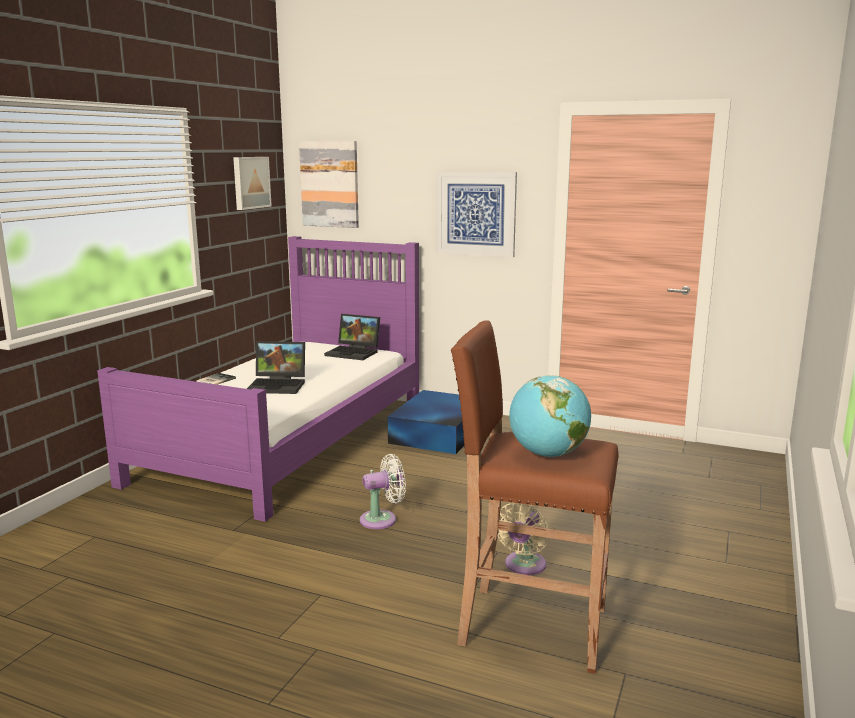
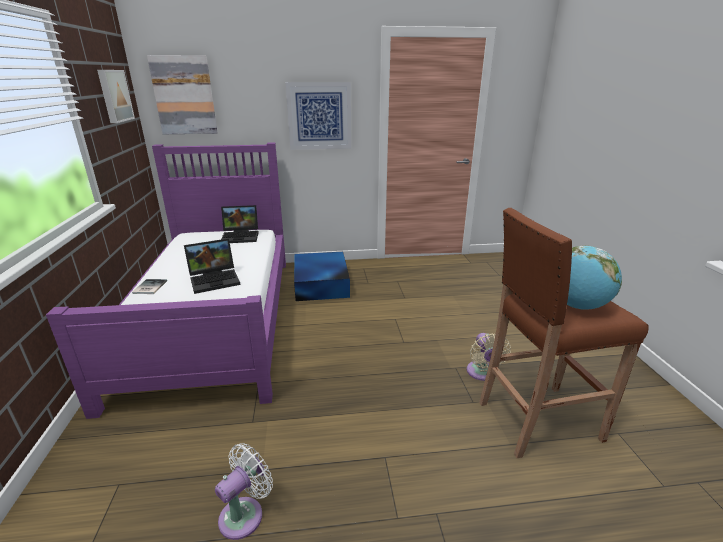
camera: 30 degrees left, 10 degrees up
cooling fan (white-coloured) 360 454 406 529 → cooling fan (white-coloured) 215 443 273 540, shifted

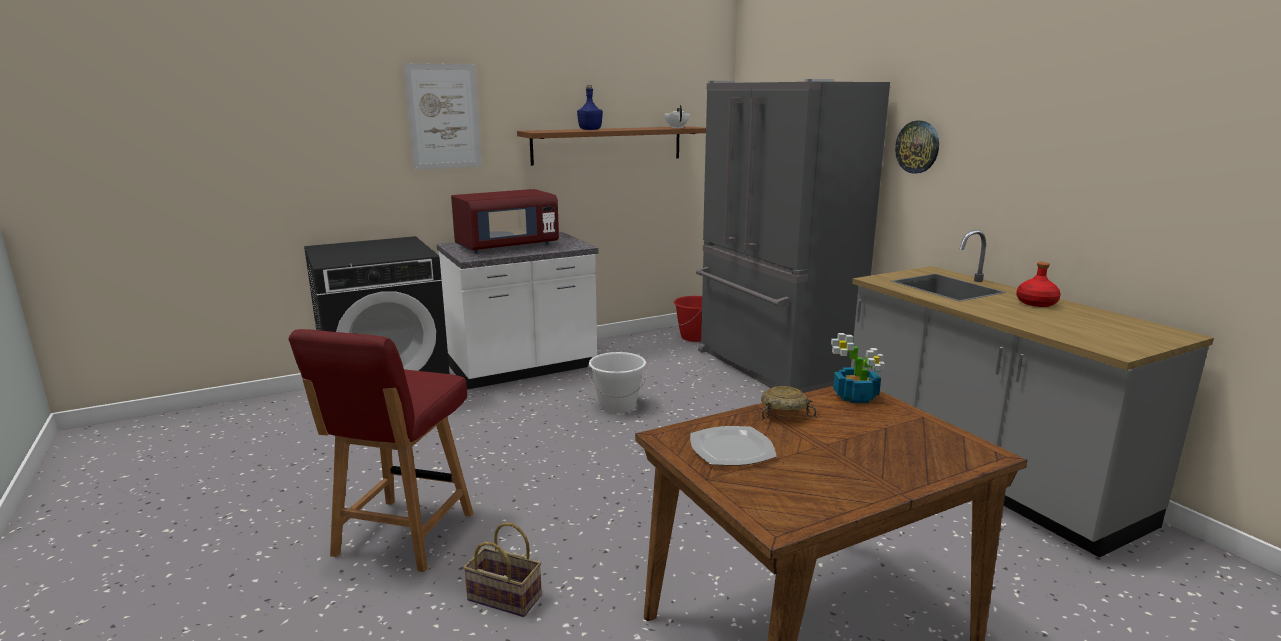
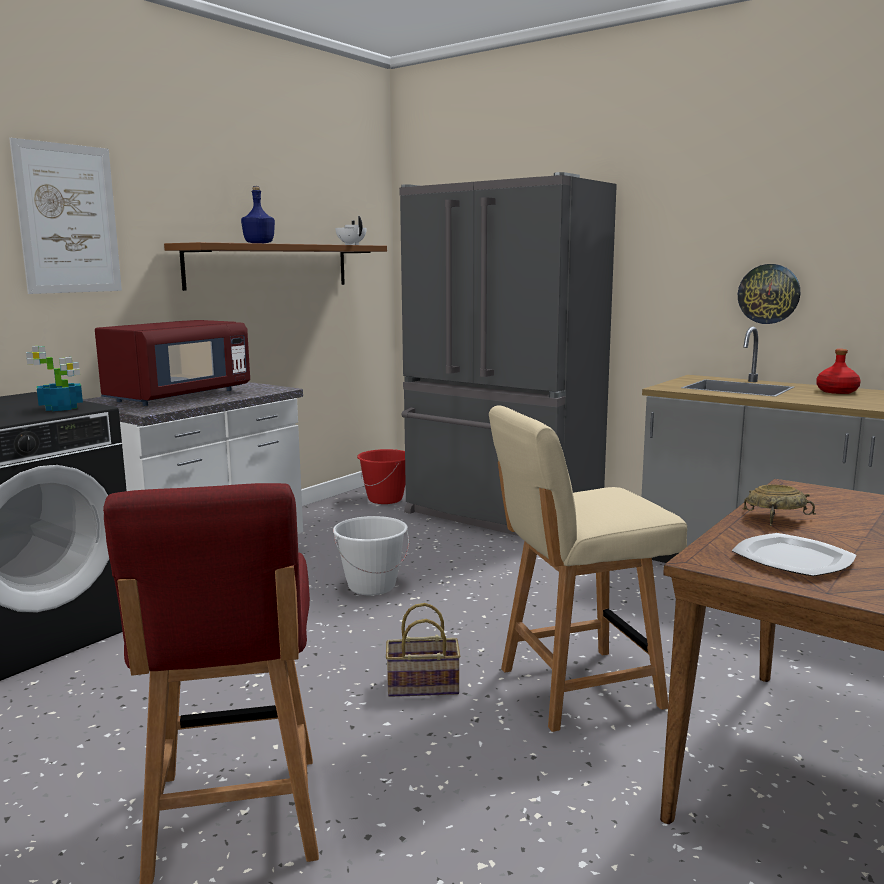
camera: 25 degrees left, 5 degrees down
plant in a pot 831 333 885 403 → plant in a pot 26 346 83 411, shifted
basket 463 522 542 617 → basket 386 603 460 697, shifted
- → upright chair (beige) 489 405 687 732
clock on the wall 895 121 939 174 → clock on the wall 738 264 800 324, shifted

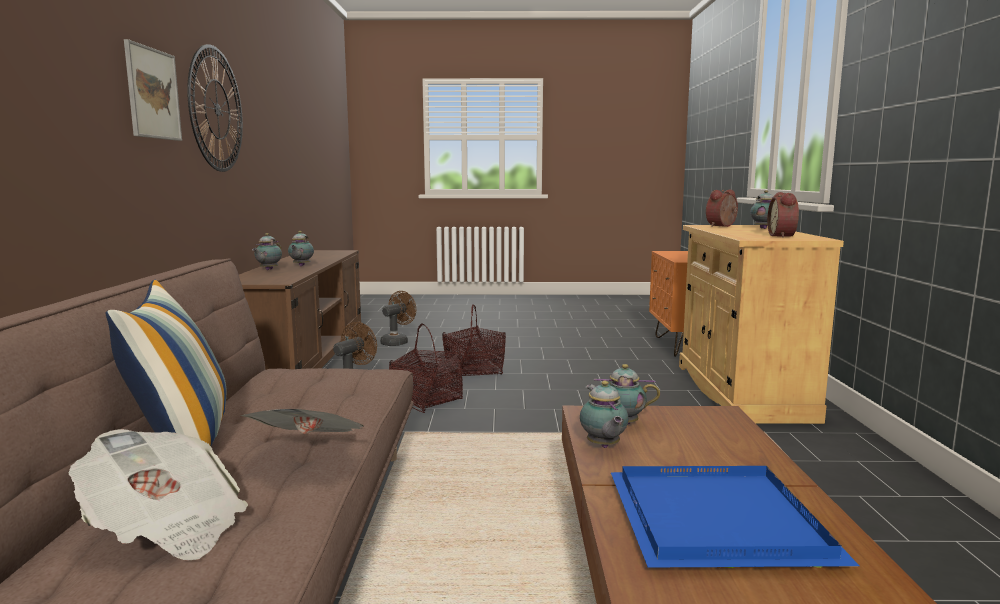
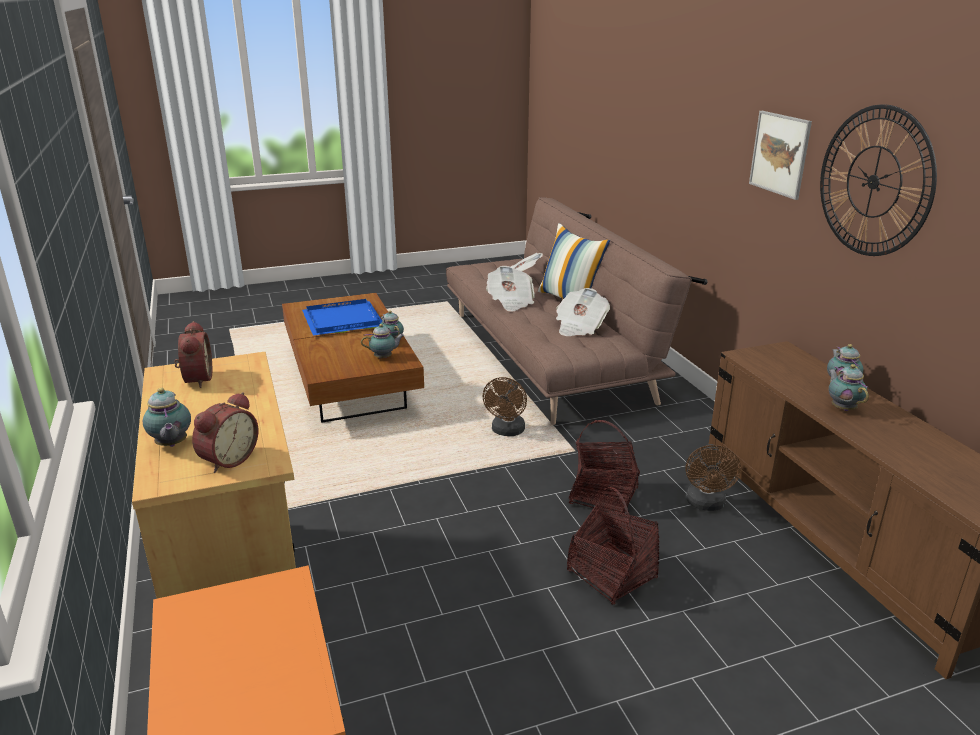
camera: 160 degrees right, 15 degrees up
cooling fan (brown-coloured) 380 291 416 346 → cooling fan (brown-coloured) 483 377 527 436, shifted
- → printed paper 556 288 610 336

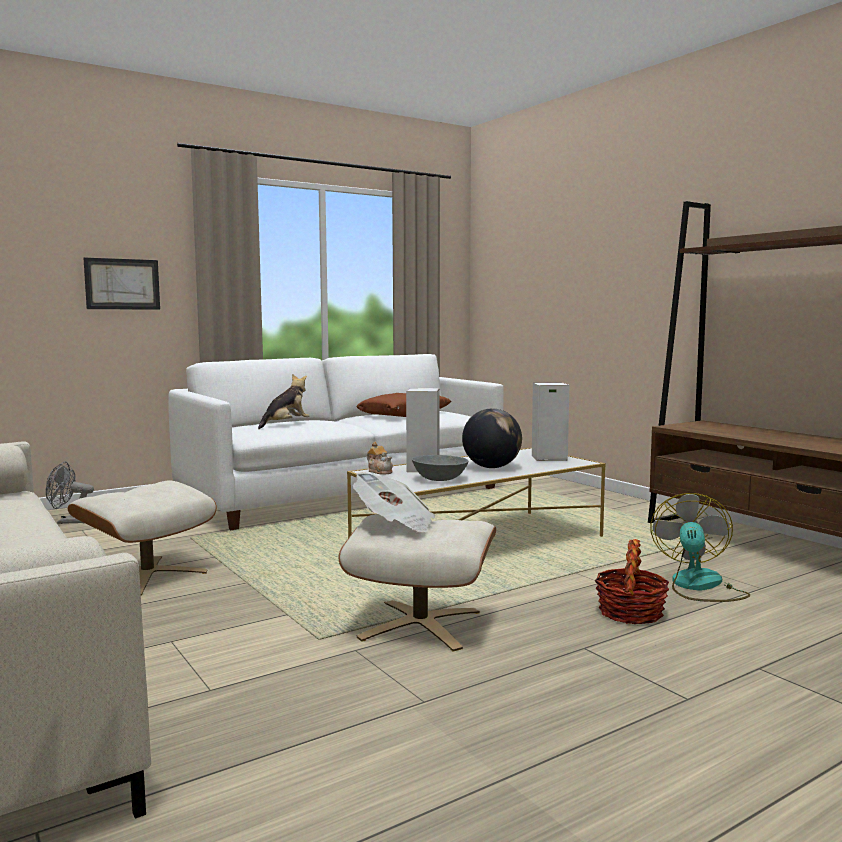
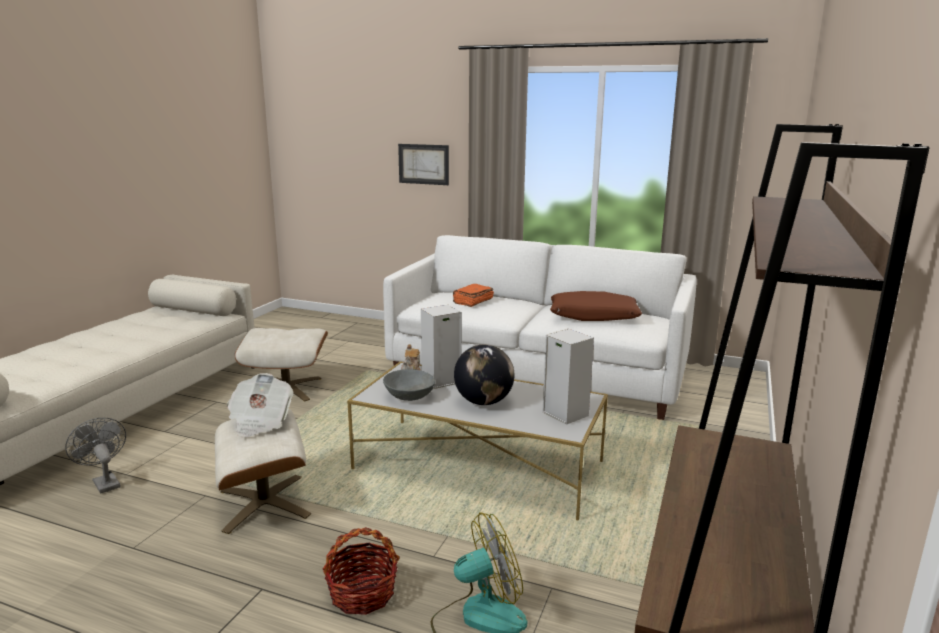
camera: 55 degrees right, 10 degrees up
cooling fan (greyish) 46 461 94 524 → cooling fan (greyish) 65 418 126 494, shifted
plush toy 258 374 309 429 → volume (orange-coloured) 453 284 494 307

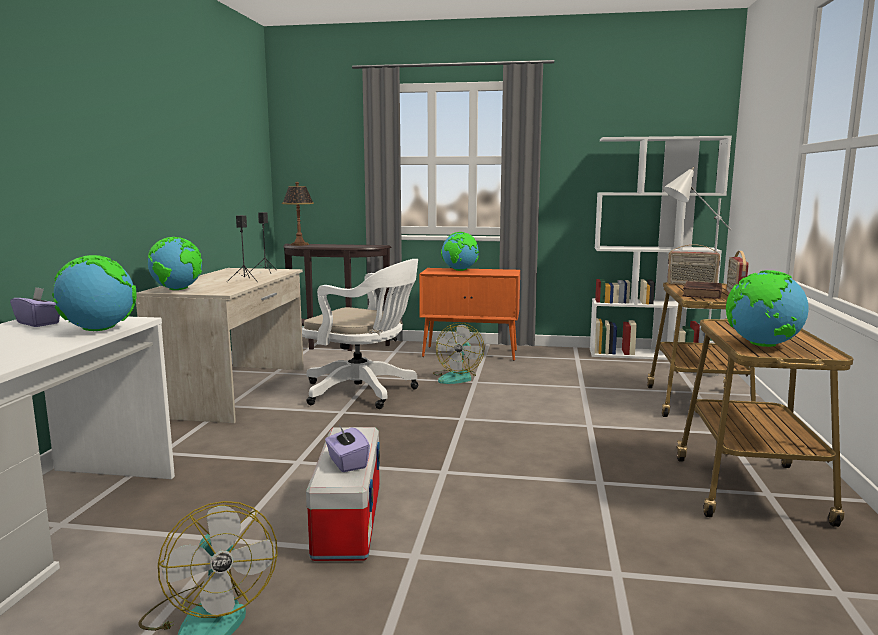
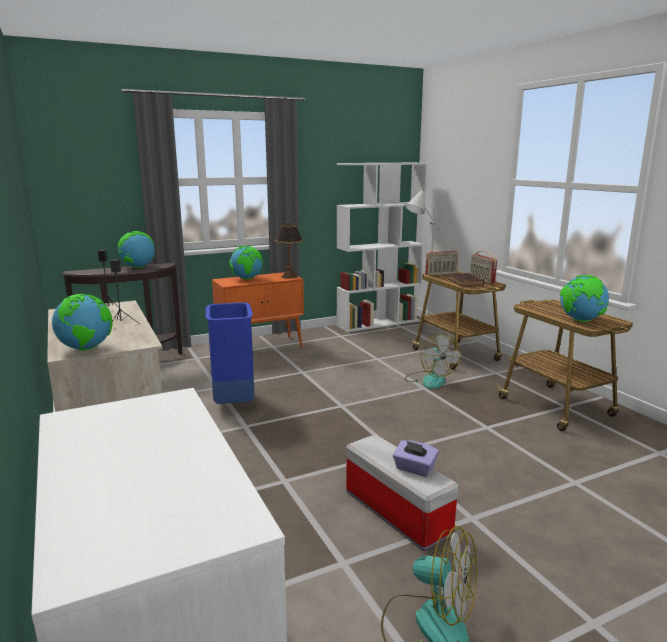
camera: 35 degrees left, 5 degrees up
world globe 52 255 137 331 → world globe 117 231 155 268, shifted
desk chair (white-coloured) 302 259 418 409 → trash can (bluish) 206 302 254 404
table lamp 282 182 314 246 → table lamp 275 222 303 279, shifted
cooling fan 433 323 485 384 → cooling fan 404 334 460 389, shifted
box of tissues (purplish) 10 287 60 327 → -

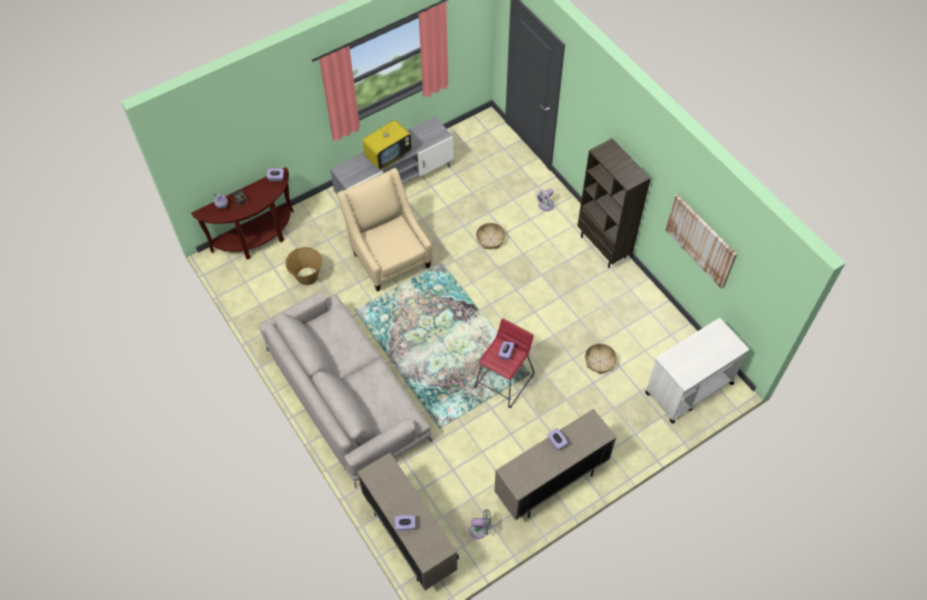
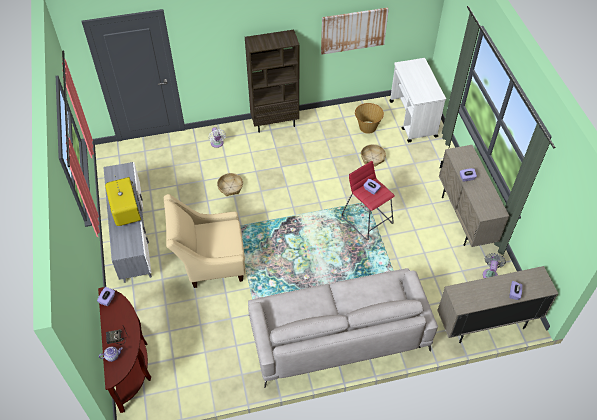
camera: 70 degrees left, 5 degrees down
basket 285 247 322 285 → basket 355 103 384 134, shifted

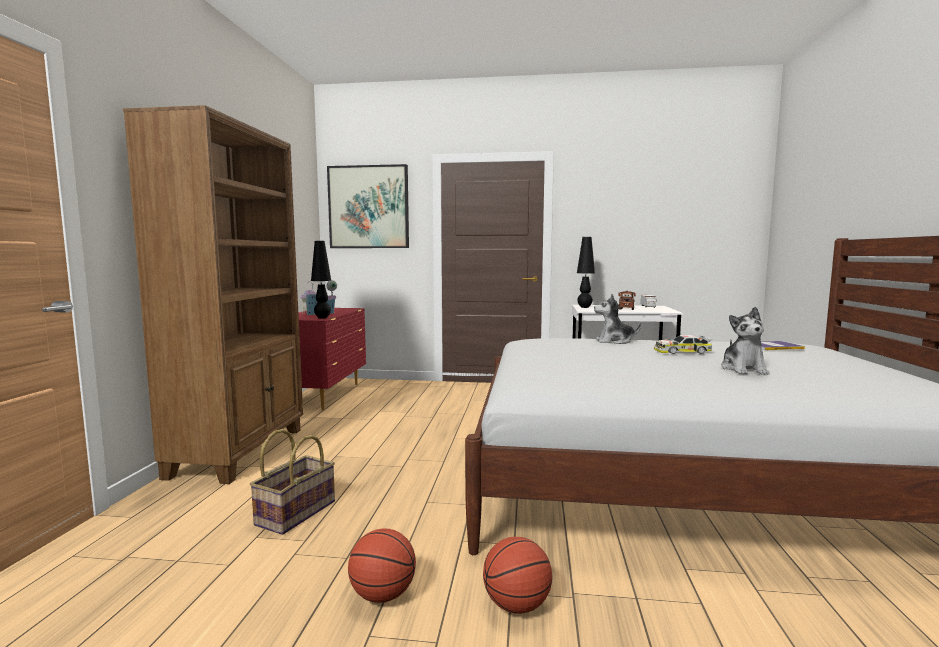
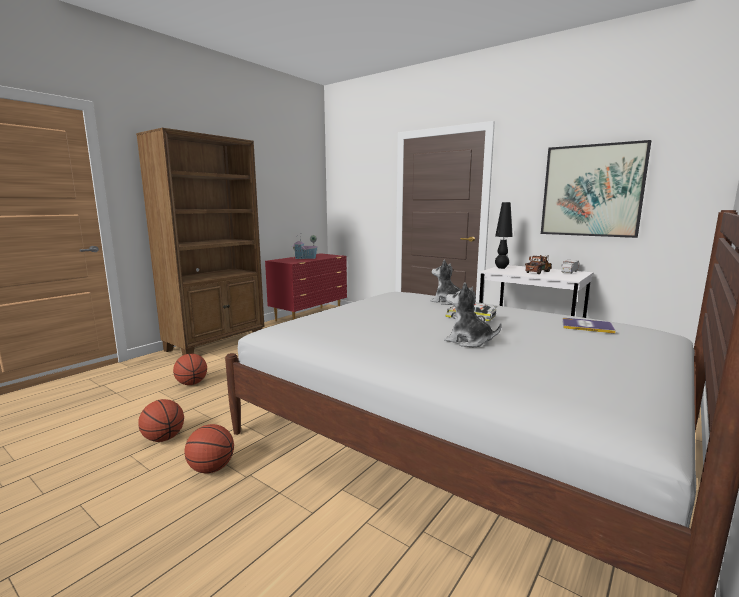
camera: 30 degrees right, 5 degrees up
basket 250 429 335 535 → basketball ball 173 354 207 385
plush toy 721 307 770 375 → plush toy 444 282 502 347, 90 degrees clockwise
wall art 327 164 409 248 → wall art 541 140 651 238, shifted
table lamp (black) 311 241 331 319 → -

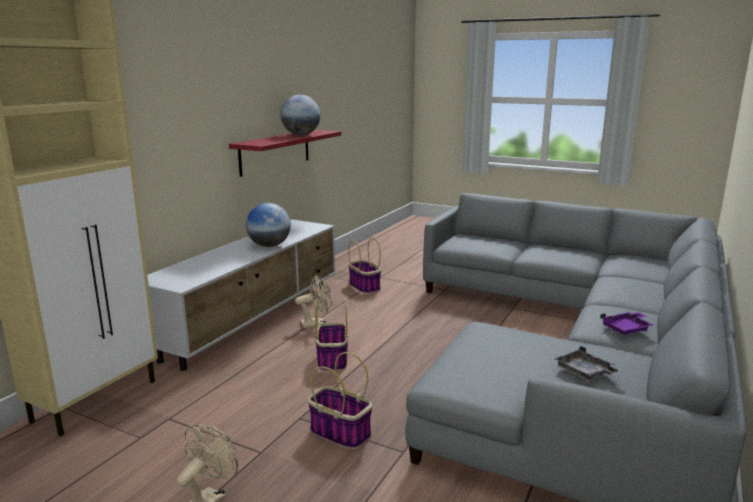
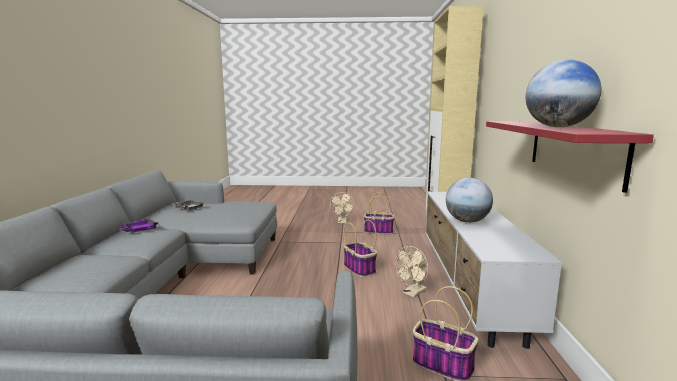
camera: 155 degrees right, 5 degrees down
basket 308 352 372 450 → basket 364 192 394 235, shifted

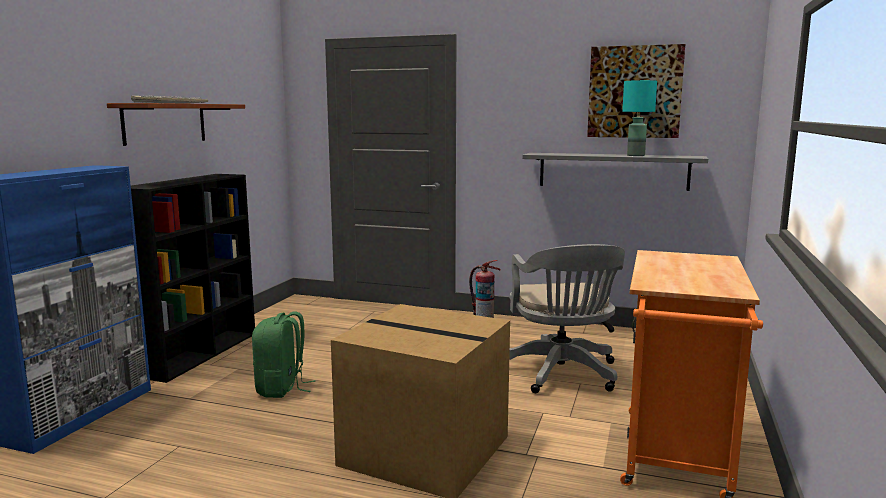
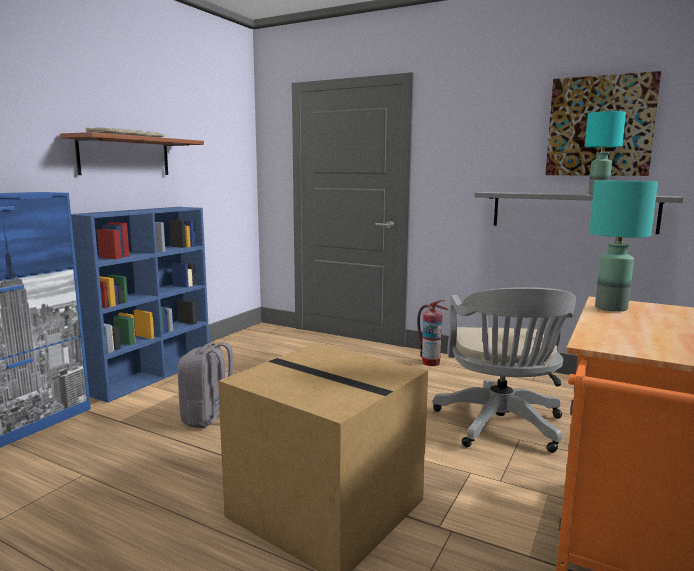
camera: 10 degrees right, 0 degrees up
shelving unit (black) 131 174 255 383 → shelving unit (bluish) 71 207 209 403
rucksack (green-coloured) 252 311 315 398 → rucksack (greyish) 178 342 233 428
- → table lamp (turquoise-coloured) 589 181 658 312

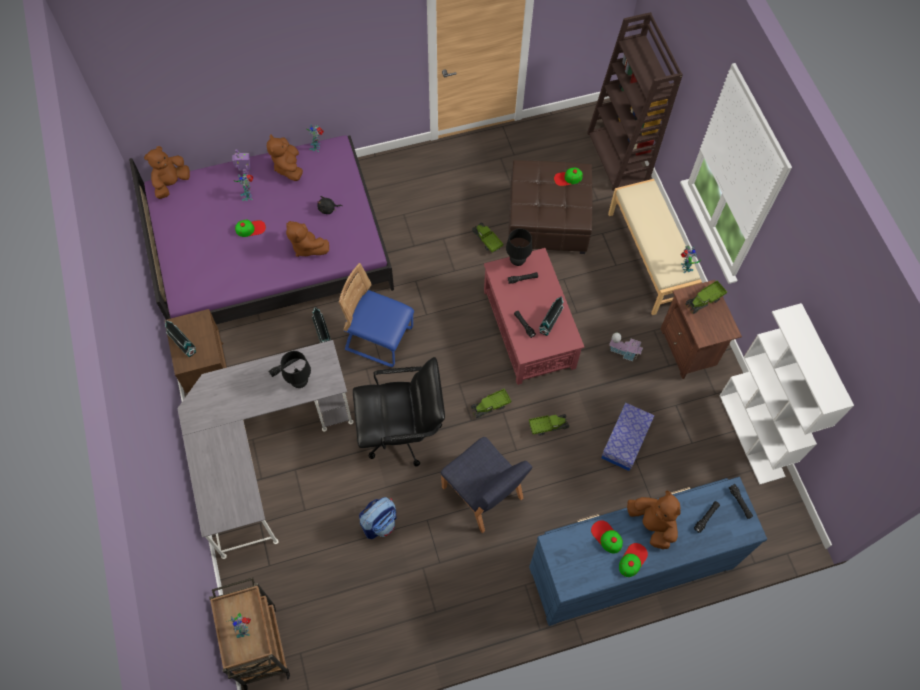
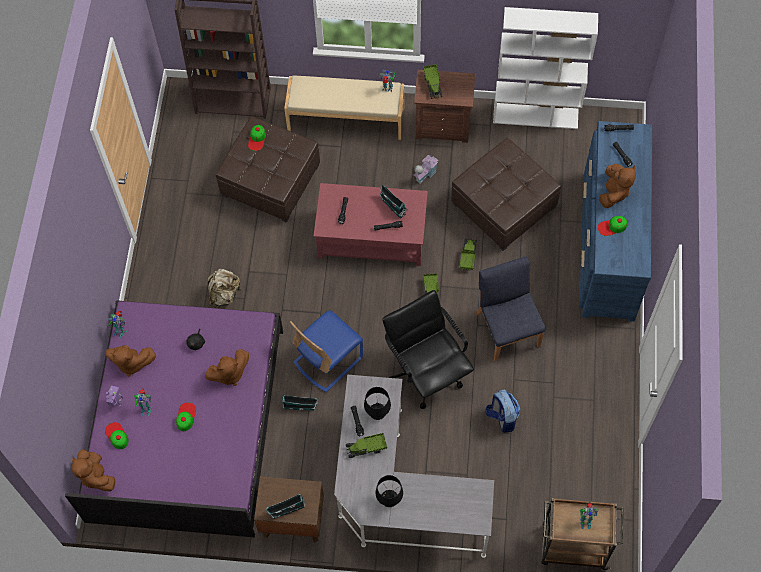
camera: 65 degrees left, 0 degrees up
cap 619 543 648 577 → cap 105 422 129 449, shifted
- → rucksack (beige) 208 269 240 308
toy truck 472 222 503 253 → toy truck 346 433 387 458, shifted
table lamp (black) 506 228 532 266 → table lamp (black) 376 475 403 507, shifted
desk chair (black) 353 357 445 466 → desk chair (black) 382 290 474 409, 45 degrees counterclockwise
storage bin 602 403 655 471 → ottoman (brown-coloured) 451 137 561 251
upright chair (bluish) 441 437 533 533 → upright chair (bluish) 475 256 545 361, 90 degrees counterclockwise
plush toy (brown-coloured) 627 490 681 549 → plush toy (brown-coloured) 599 164 636 208, 120 degrees clockwise

